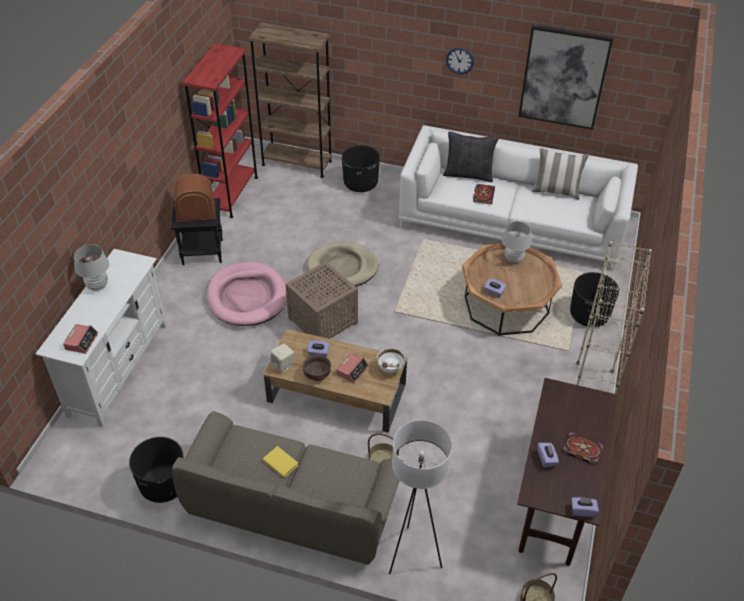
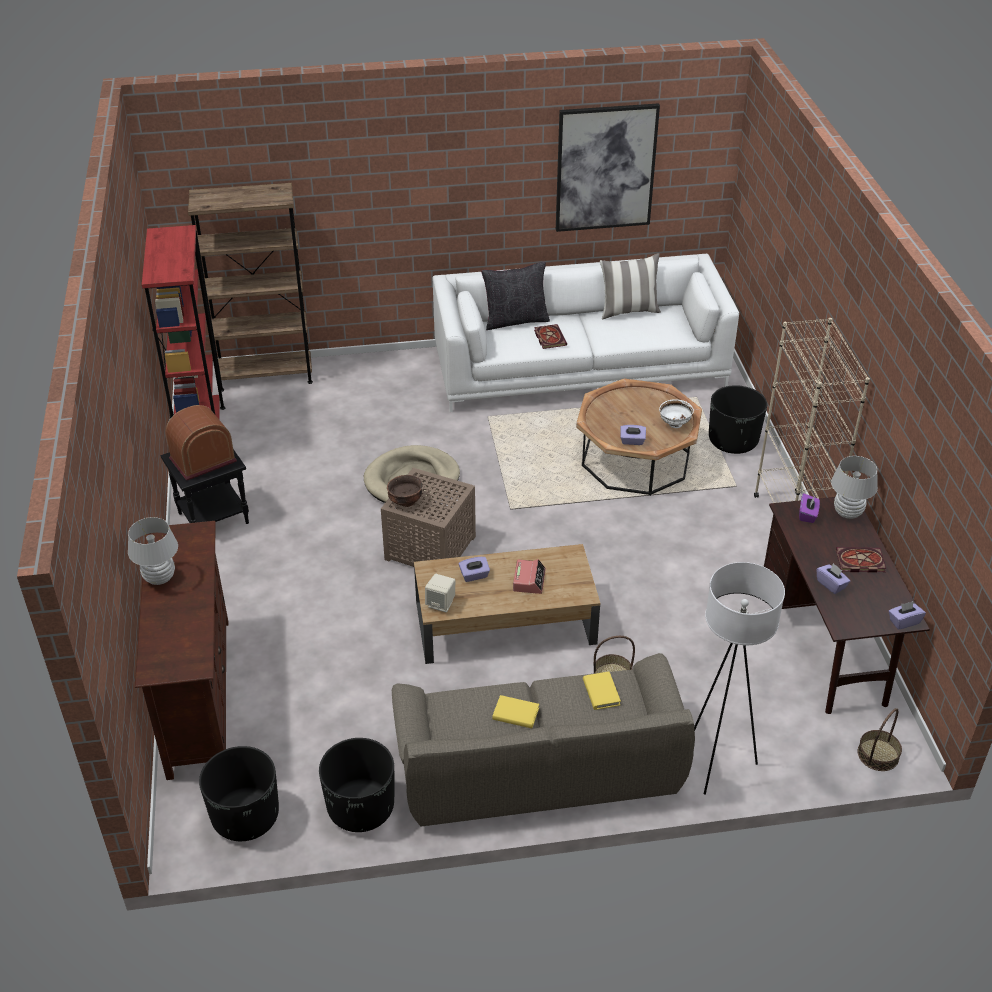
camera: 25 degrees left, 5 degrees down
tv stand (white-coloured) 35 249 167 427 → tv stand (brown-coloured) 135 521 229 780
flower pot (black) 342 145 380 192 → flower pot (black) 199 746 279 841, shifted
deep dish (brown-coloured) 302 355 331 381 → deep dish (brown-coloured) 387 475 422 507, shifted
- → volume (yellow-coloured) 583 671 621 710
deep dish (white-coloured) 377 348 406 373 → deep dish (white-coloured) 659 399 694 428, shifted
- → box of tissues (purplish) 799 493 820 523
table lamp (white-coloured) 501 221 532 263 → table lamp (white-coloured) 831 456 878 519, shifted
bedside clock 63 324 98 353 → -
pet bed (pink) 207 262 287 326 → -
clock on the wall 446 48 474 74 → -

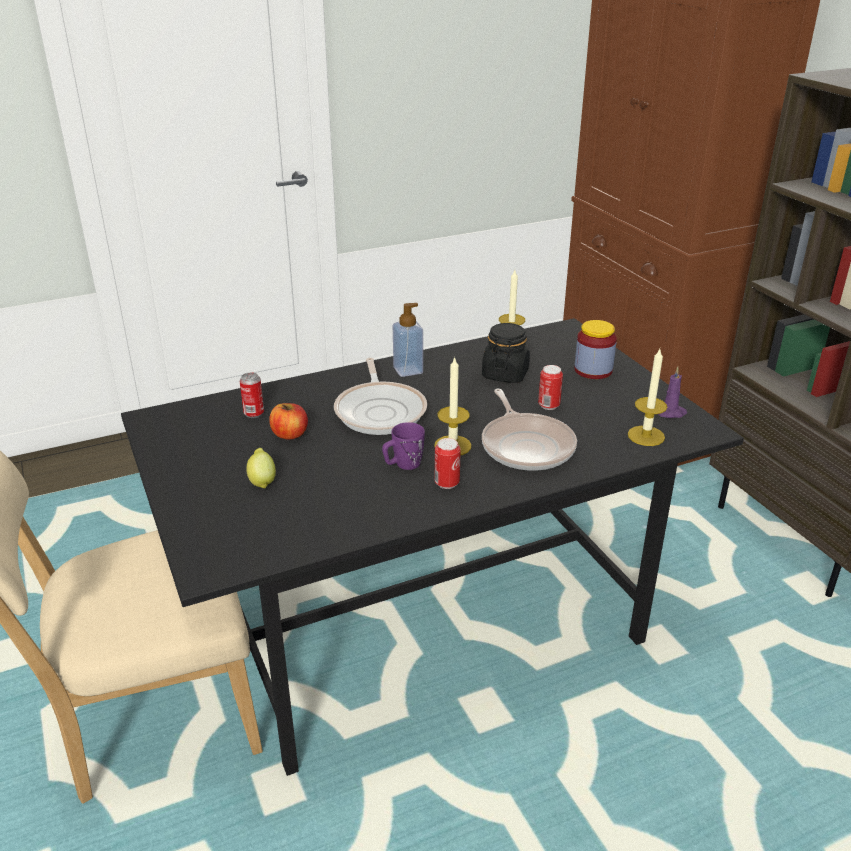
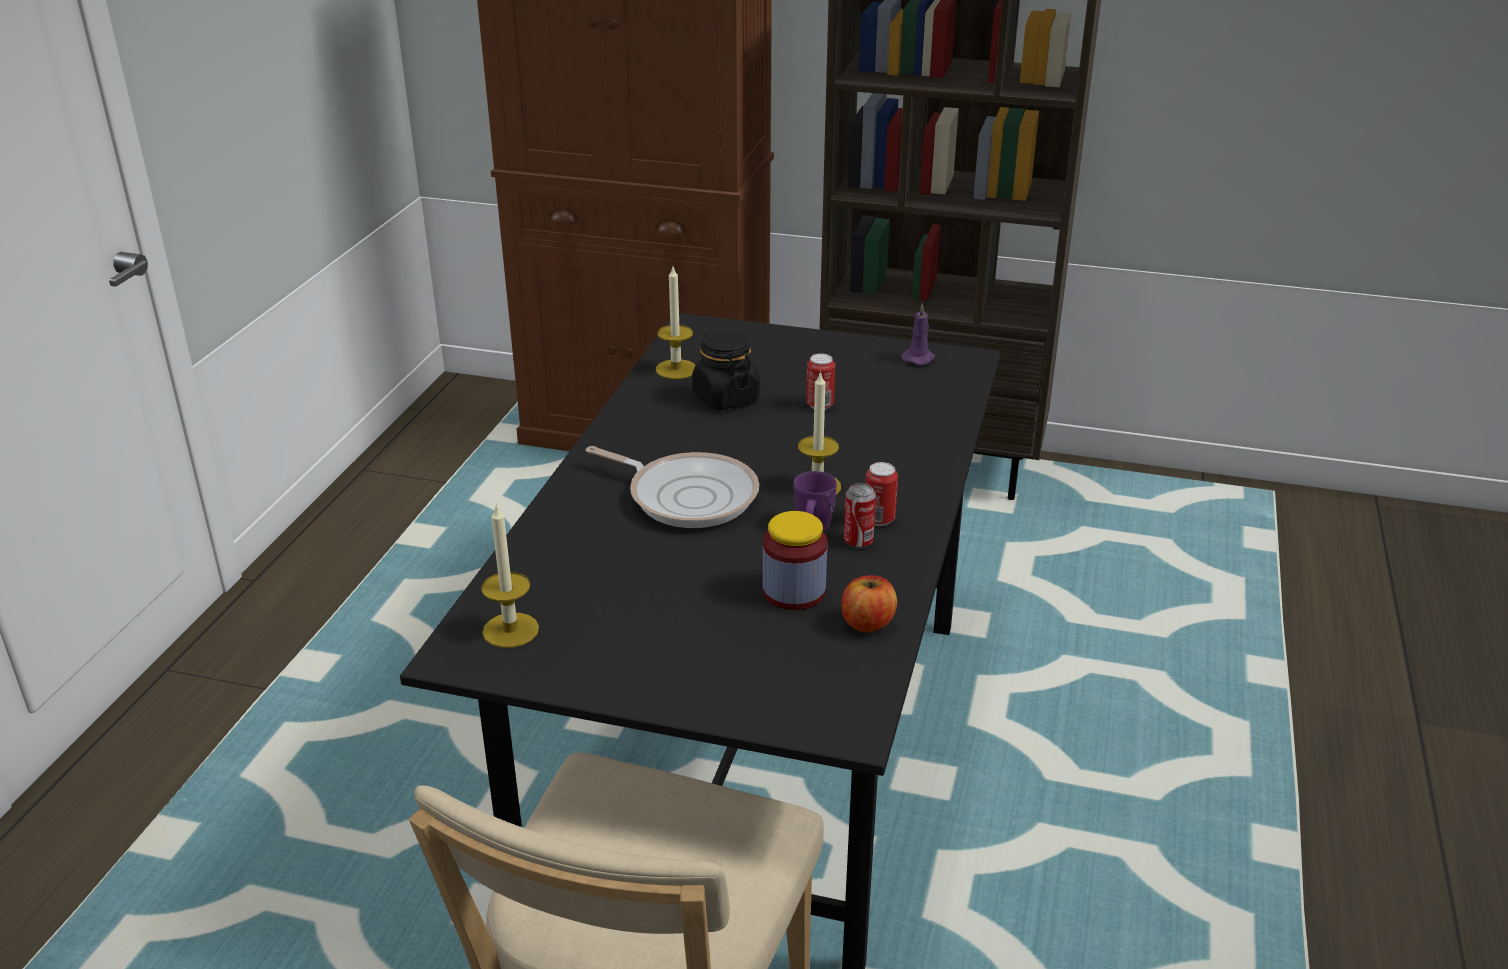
camera: 50 degrees left, 0 degrees up
wax light 628 349 667 446 → wax light 481 503 539 648, shifted
jar 574 320 617 379 → jar 763 511 827 610, shifted
apple fruit 269 403 308 439 → apple fruit 841 575 897 633, shifted
can 240 372 264 418 → can 844 483 876 549, shifted
whole lemon 246 448 276 489 → -
soap dispenser 393 303 423 377 → -
skillet 482 389 577 471 → -

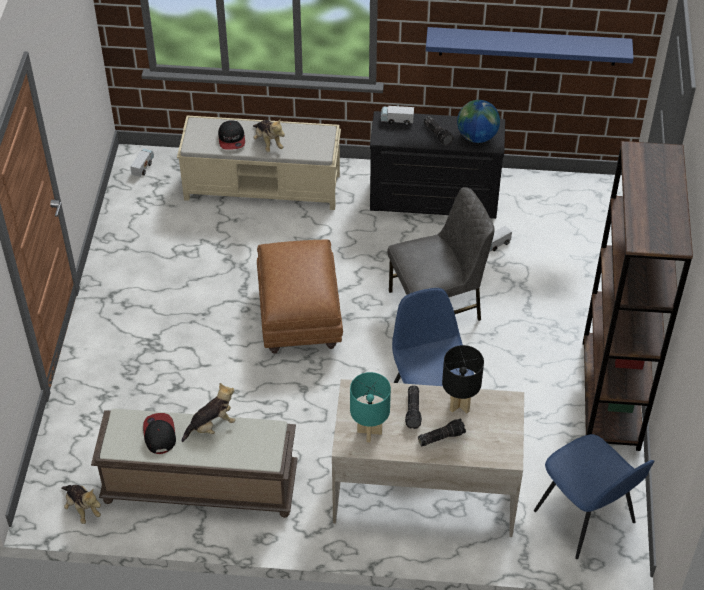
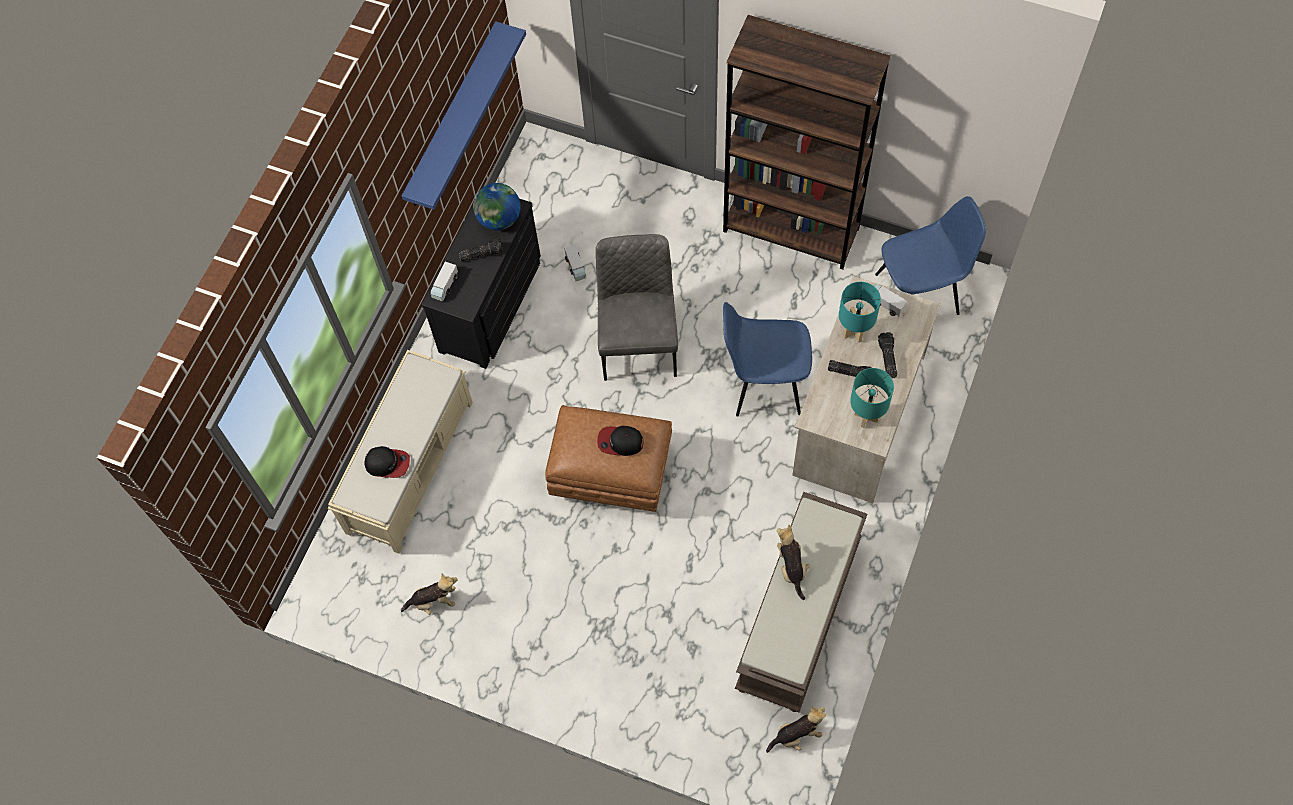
camera: 70 degrees left, 15 degrees up
plush toy 253 118 285 152 → plush toy 401 574 458 615, shifted
cap 143 413 176 454 → cap 597 426 643 456, shifted
table lamp (black) 442 345 484 413 → table lamp (turquoise-coloured) 839 282 881 343
toy truck 130 148 154 177 → toy truck 874 284 907 316, shifted

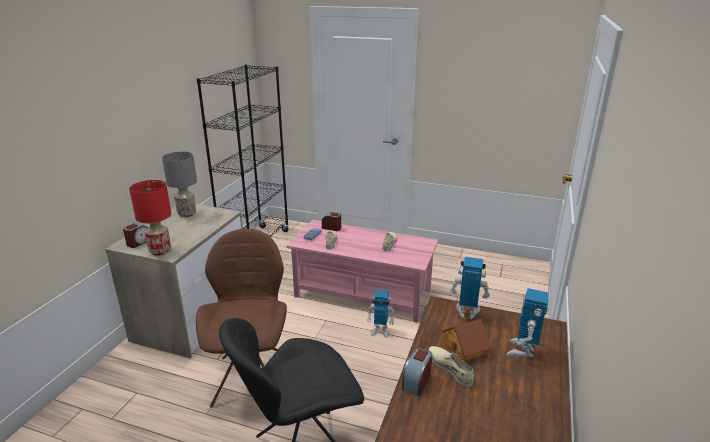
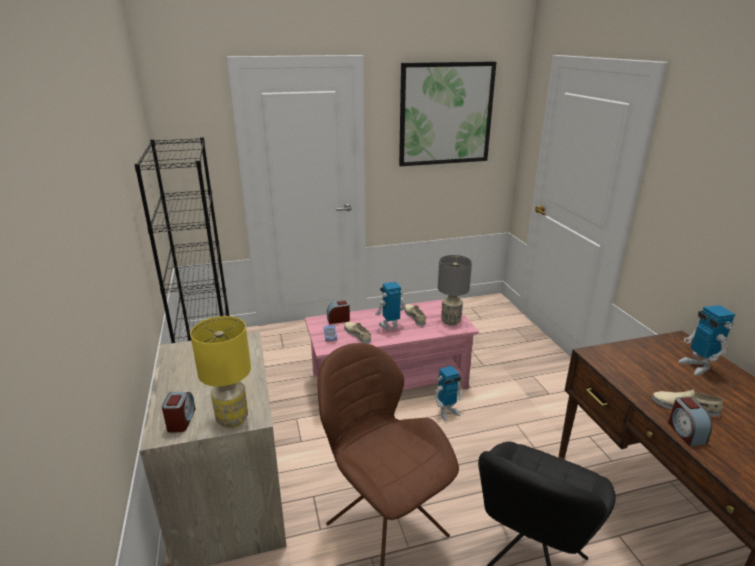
camera: 35 degrees left, 0 degrees up
table lamp (red) 129 180 171 256 → table lamp (yellow-coloured) 190 316 251 428
toy robot 450 257 490 319 → toy robot 375 282 406 331, shifted
- → wall art 399 61 496 166
table lamp (greyish) 162 152 197 217 → table lamp (greyish) 438 255 472 326, shifted
toy house 442 319 492 361 → -

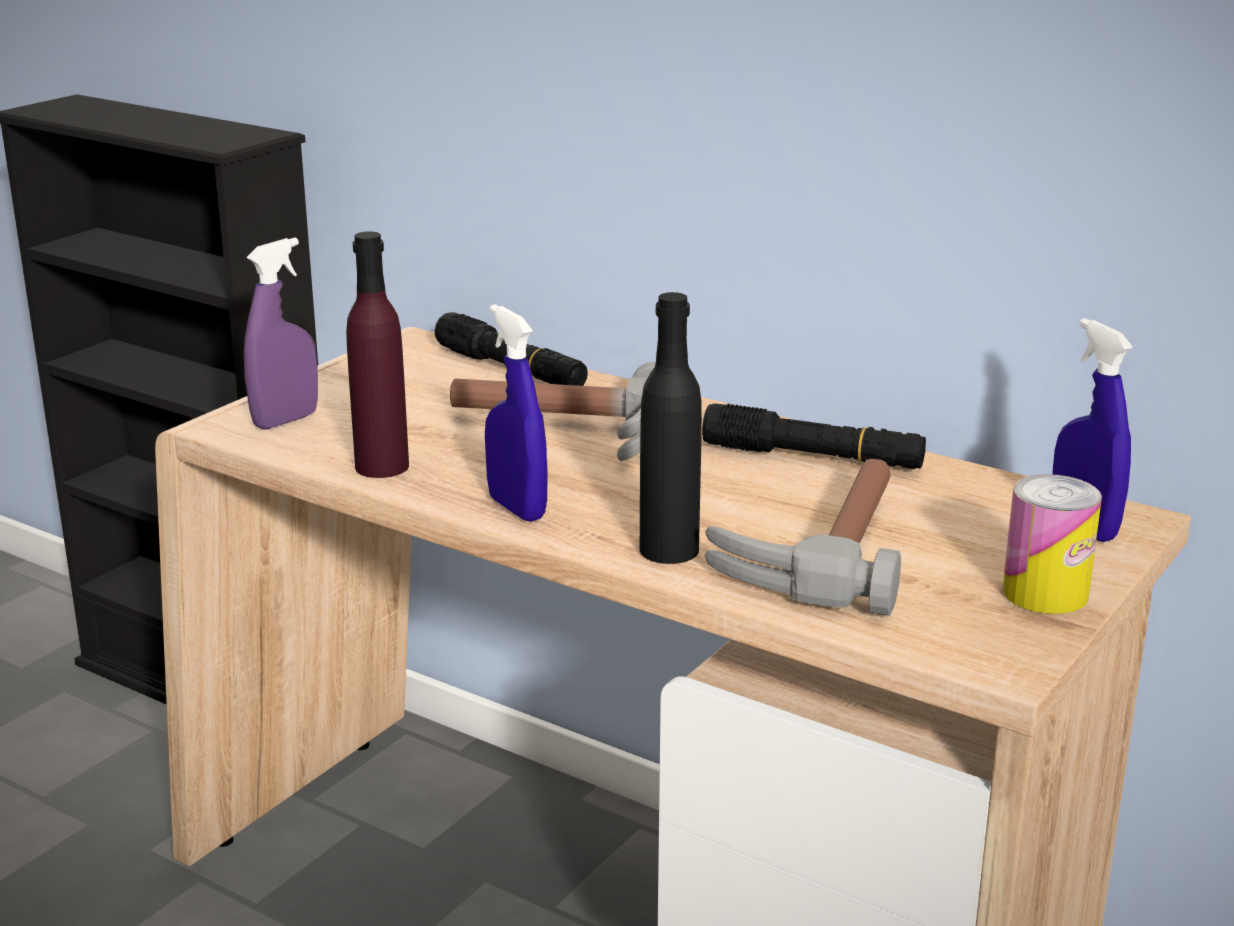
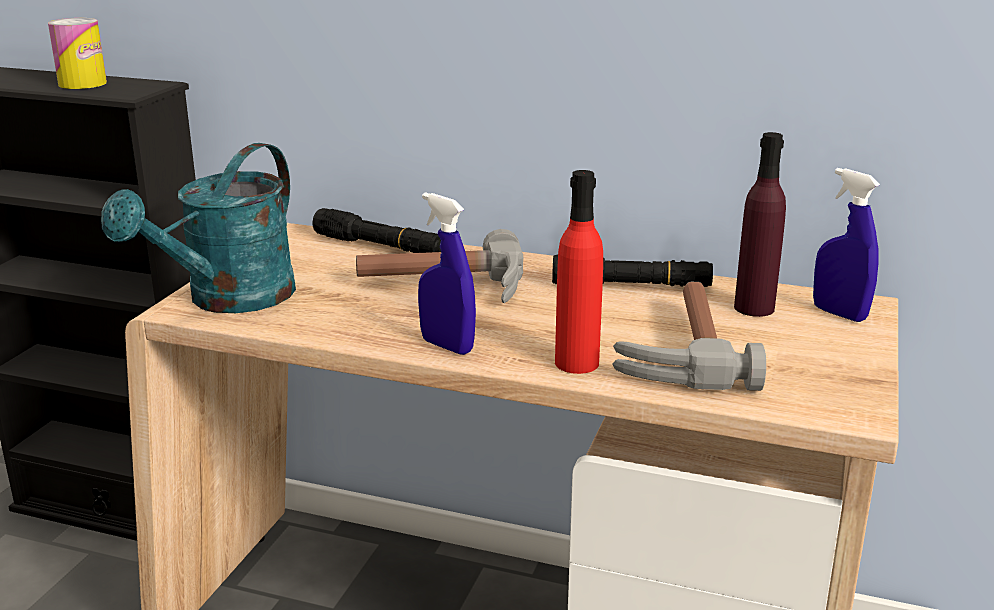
camera: 15 degrees left, 0 degrees up
can 1003 474 1102 614 → can 48 18 107 89, shifted
hand sprayer (purplish) 244 238 318 430 → sprinkling can (turquoise-coloured) 101 143 296 313
beverage bottle (black) 640 292 702 564 → beverage bottle (red) 555 170 603 374
beverage bottle (purplish) 346 231 409 478 → beverage bottle (purplish) 734 132 786 317, shifted

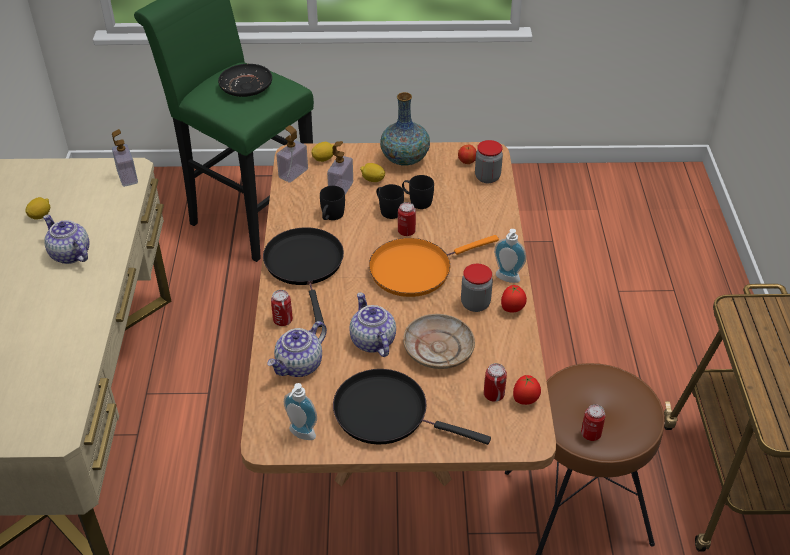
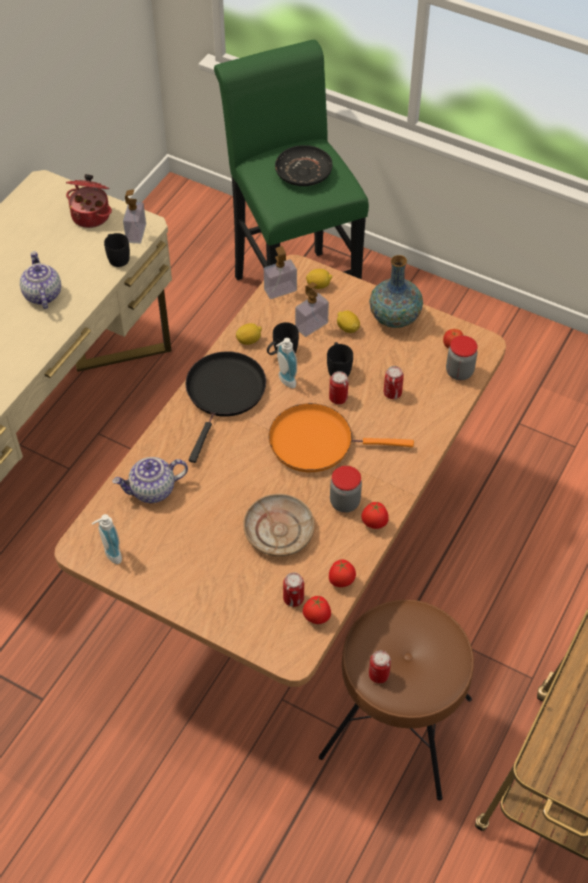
camera: 30 degrees right, 10 degrees up
- → cooking pot 66 174 112 228
tea mug (black) 402 175 434 209 → tea mug (black) 104 233 130 267, shifted
whole lemon 26 197 50 220 → whole lemon 236 323 262 345, shifted
soap dispenser 494 229 526 283 → soap dispenser 276 338 297 388, shifted
- → fresh tomato 329 559 356 587
can 271 290 293 326 → can 384 366 404 399, shifted
skillet (black) 333 369 491 445 → -
pot for tea 349 292 396 357 → -

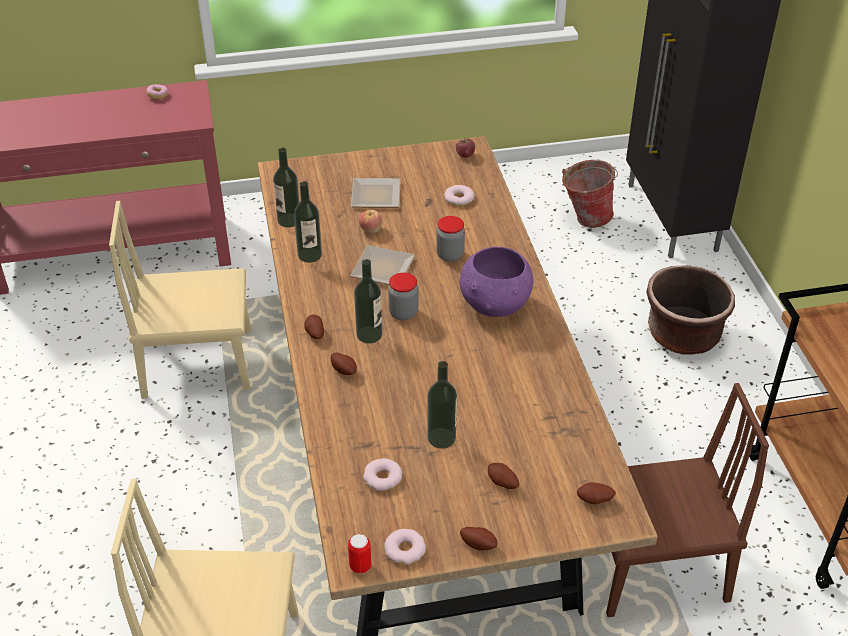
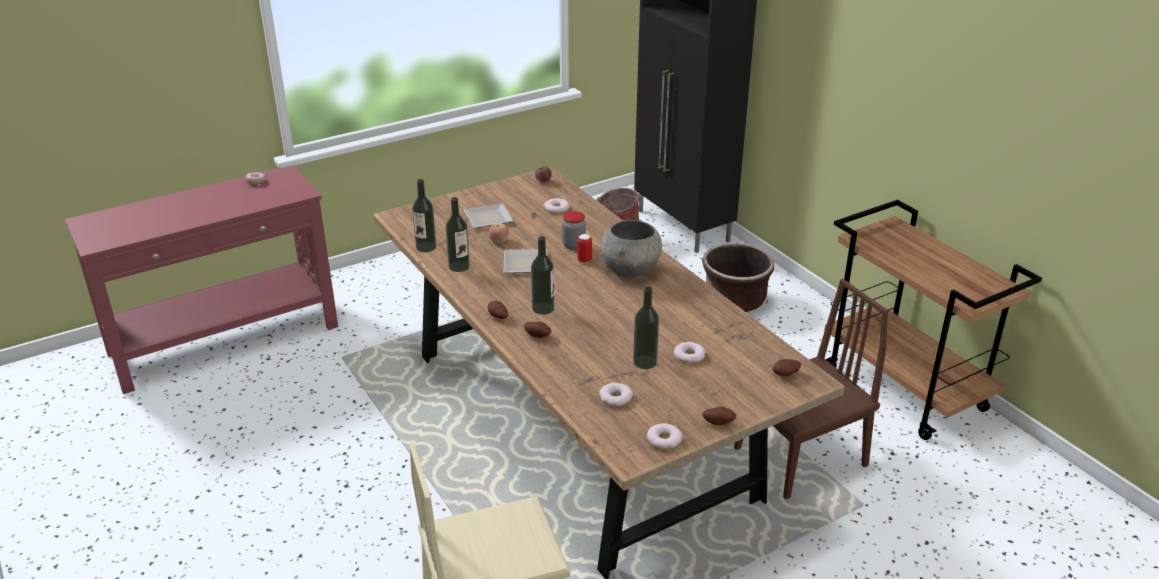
camera: 20 degrees left, 10 degrees down
can 348 534 371 574 → can 577 234 592 263, shifted
deep dish (purplish) 460 247 533 317 → deep dish (greyish) 601 220 662 278
- → doughnut 674 342 706 363
upright chair (beige) 109 201 251 399 → -
jar 388 273 418 321 → -
whole potato 488 463 519 489 → -

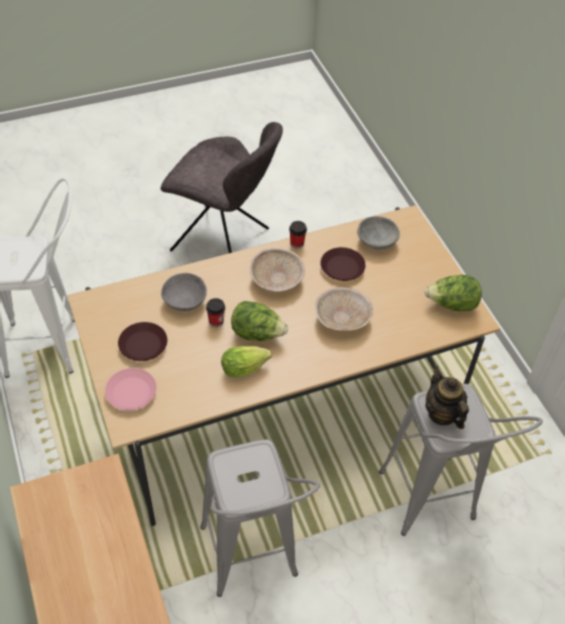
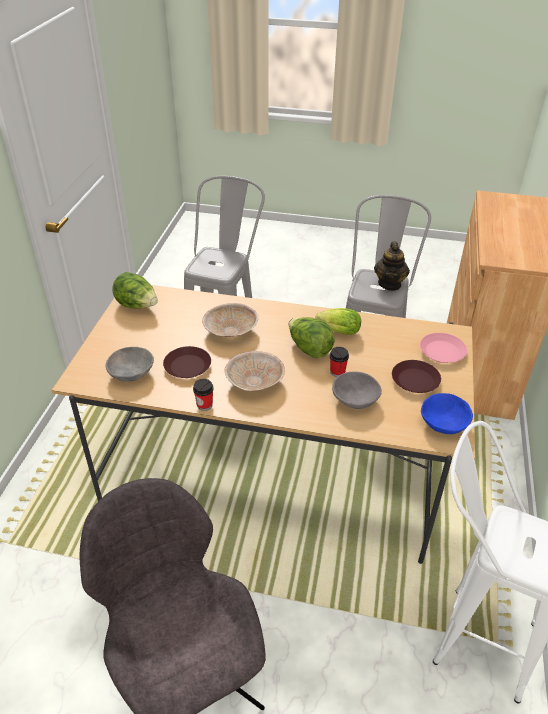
camera: 145 degrees left, 10 degrees down
pot for tea 425 366 469 429 → pot for tea 374 241 410 291, shifted
- → deep dish (bluish) 421 393 473 434

